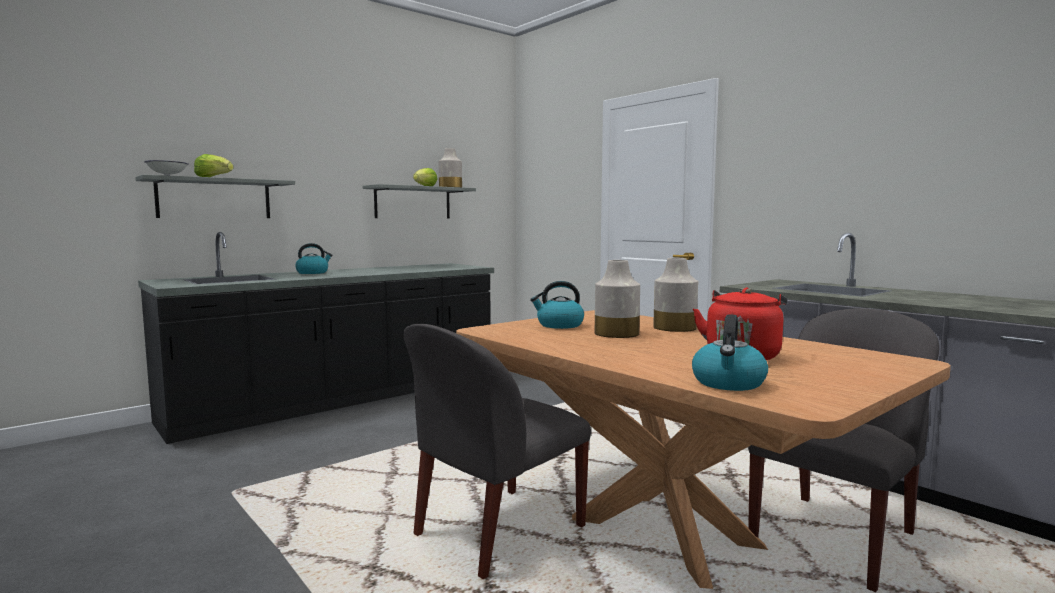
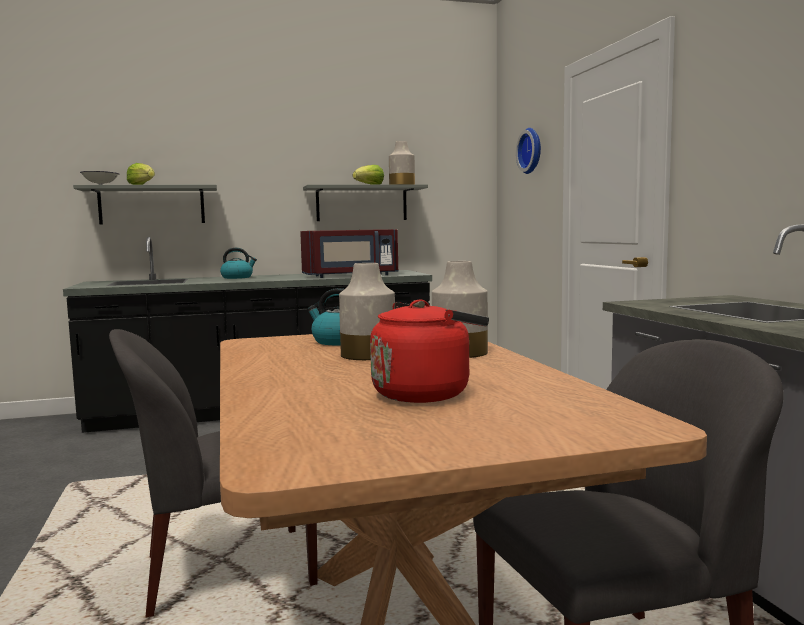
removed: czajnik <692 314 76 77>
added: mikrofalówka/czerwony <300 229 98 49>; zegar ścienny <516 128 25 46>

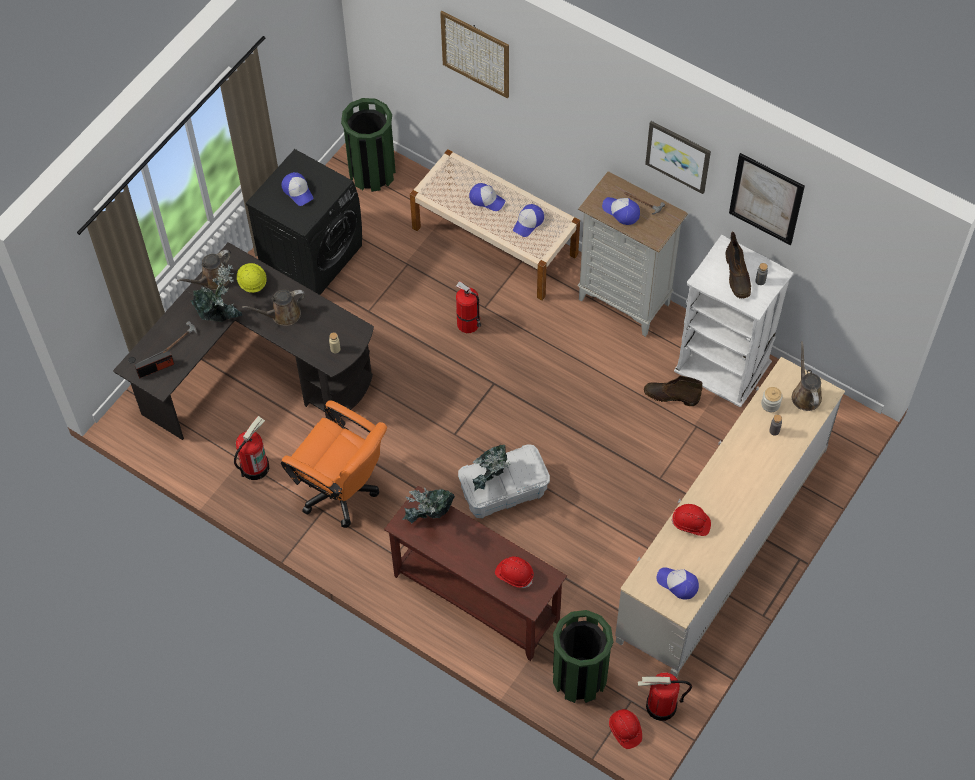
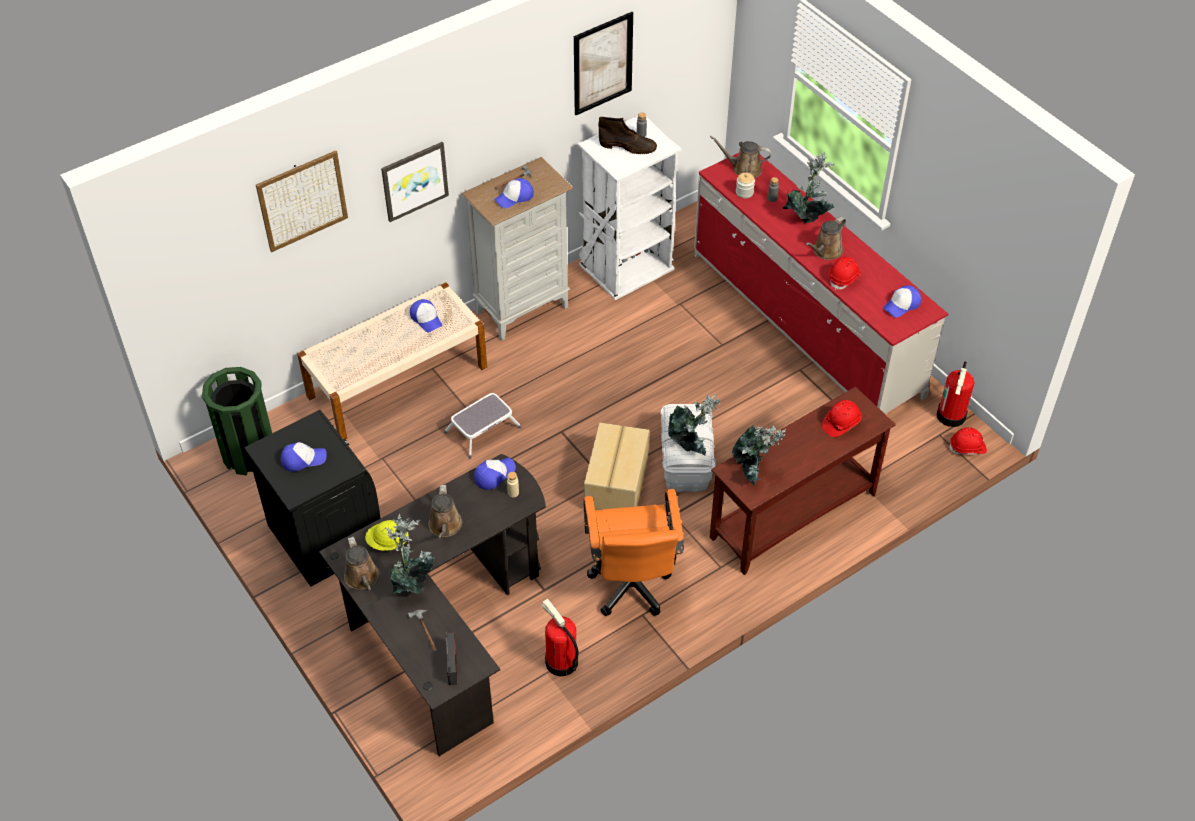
removed: kosz na śmieci/zielony <553 610 60 93>; but z cholewką/brązowy <644 376 58 30>
added: karton <584 422 65 88>; roślina doniczkowa <782 152 53 71>; konewka/brązowy <806 217 40 43>
moved: czapka z daszkiem <469 183 36 28> to <474 458 42 32>; obraz <645 121 66 73> to <381 142 68 80>
replaced: gaśnica <455 281 26 52> to drabinka/szary <444 393 78 67>
recoloured: szafka/beżowy <615 357 230 321> to szafka/czerwony <694 153 254 261>
turned: krzesło biurowe/pomarańczowy <281 400 106 128> = <584 489 100 127> 120 degrees clockwise

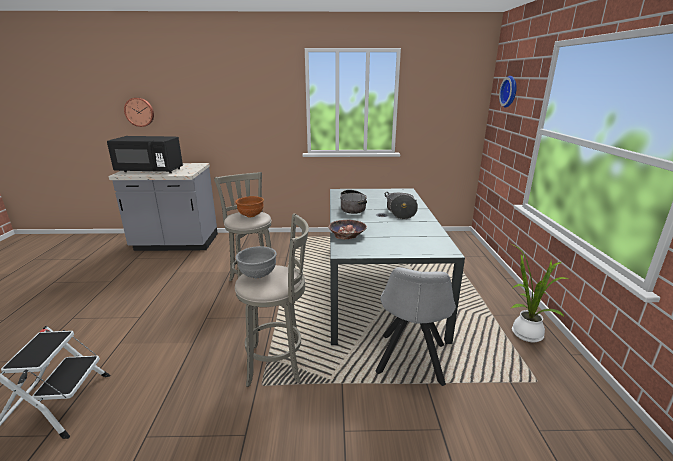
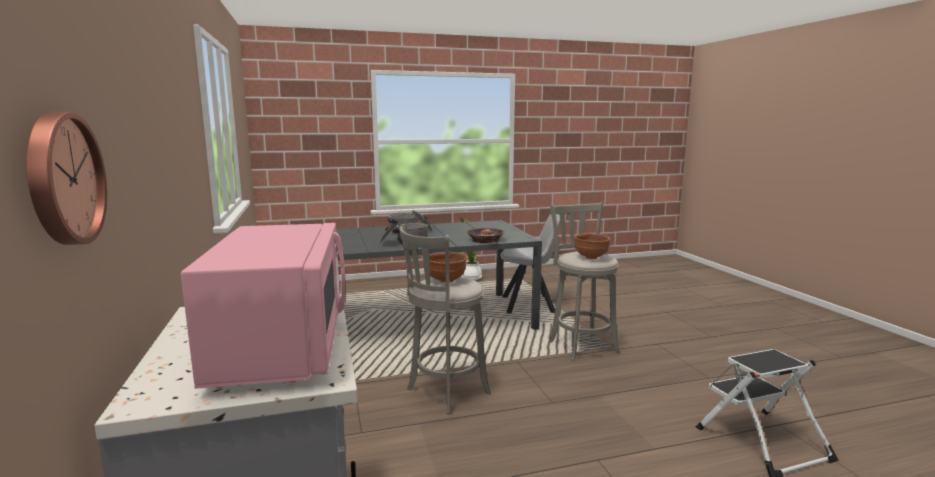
removed: zegar ścienny <499 76 18 32>
recoloured: mikrofalówka/czarny <107 136 76 37> to mikrofalówka/różowy <181 223 164 166>; miska/szary <236 246 41 33> to miska/brązowy <574 233 37 26>

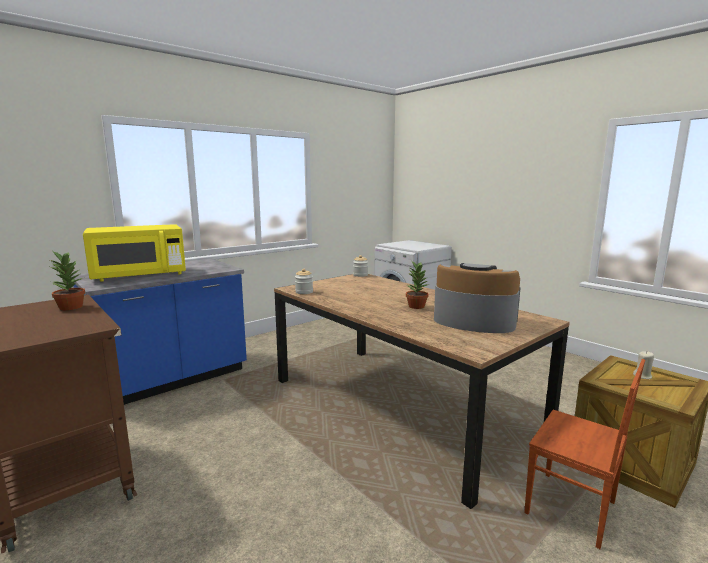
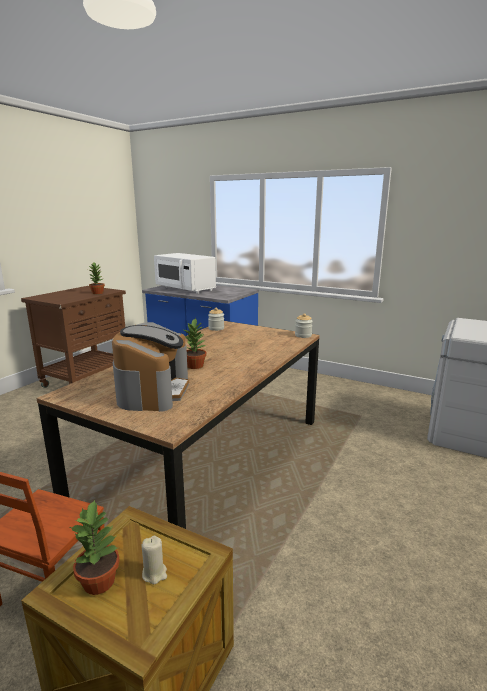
added: roślina doniczkowa <70 499 50 96>
recoloured: mikrofalówka/żółty <83 224 103 58> to mikrofalówka/biały <154 253 62 40>

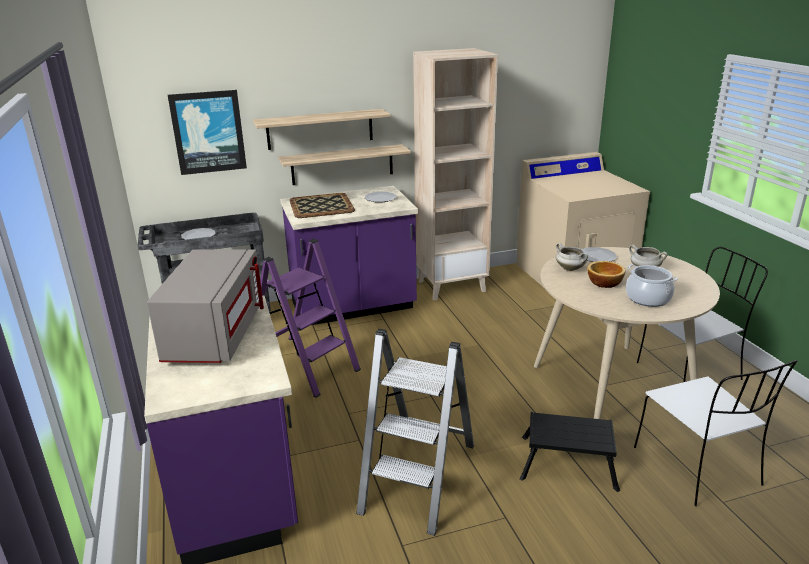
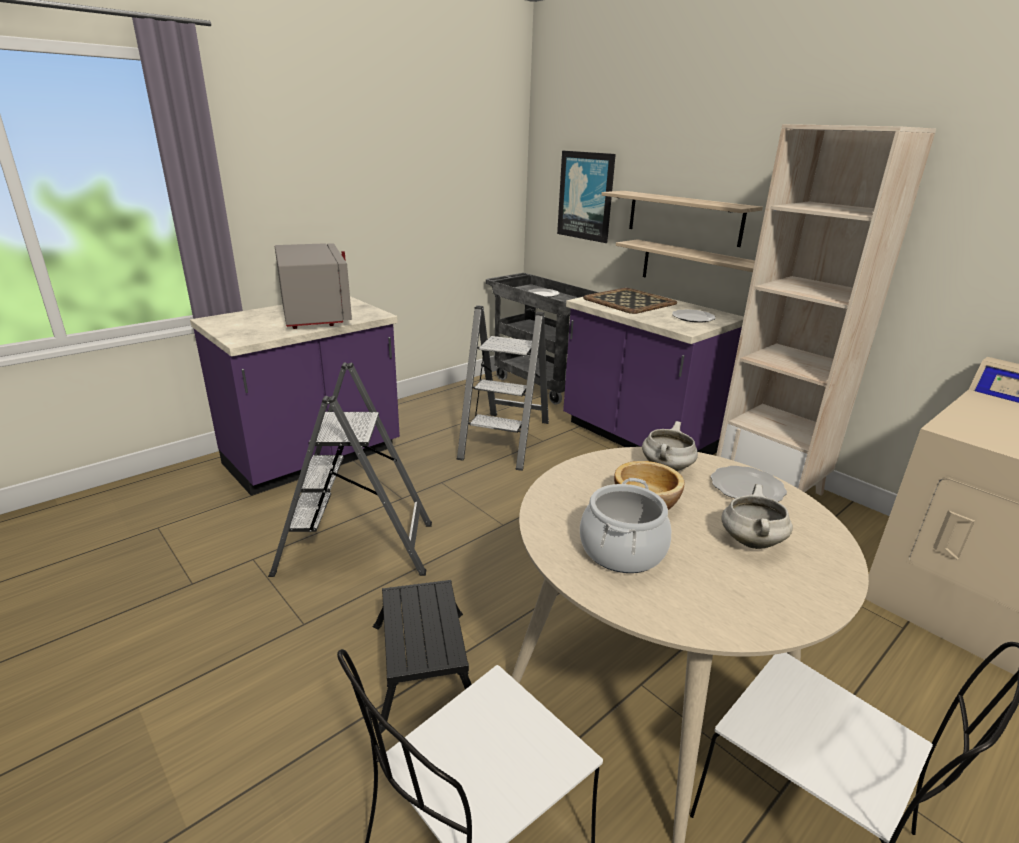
recoloured: drabinka/fioletowy <260 239 101 159> to drabinka/szary <457 305 92 166>
turned: mikrofalówka/szary <147 249 117 114> = <275 243 77 86> 90 degrees counterclockwise

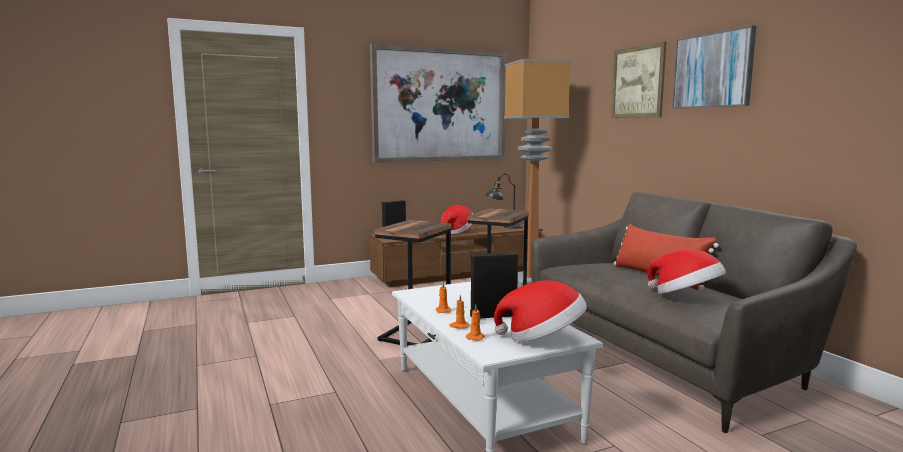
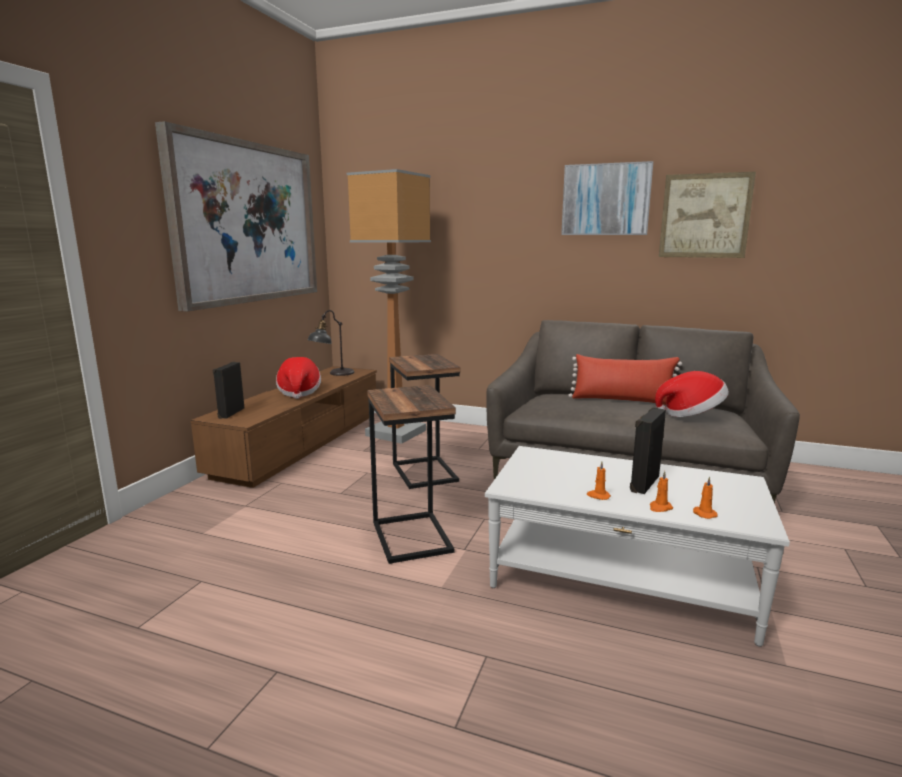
removed: kapelusz <494 280 93 62>
moved: obraz <611 41 55 77> to <659 172 97 86>

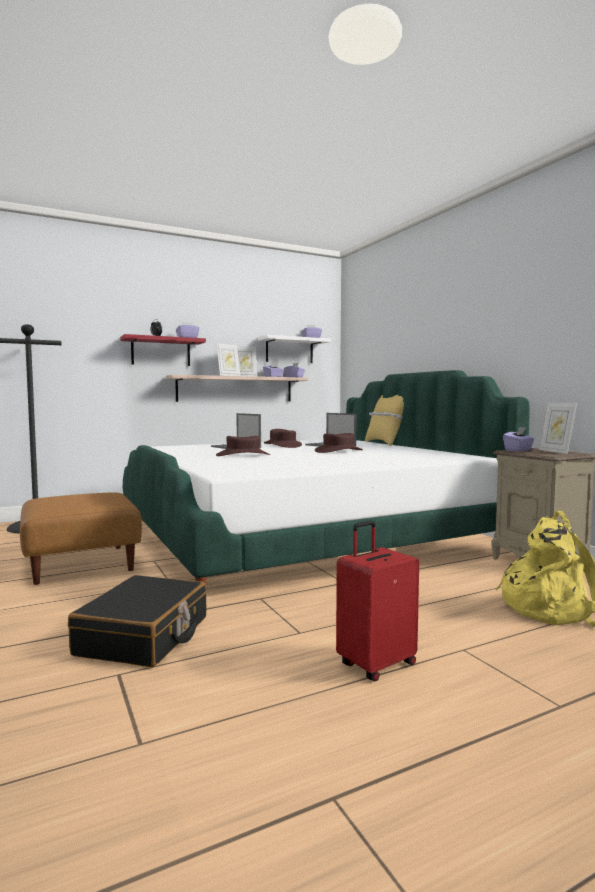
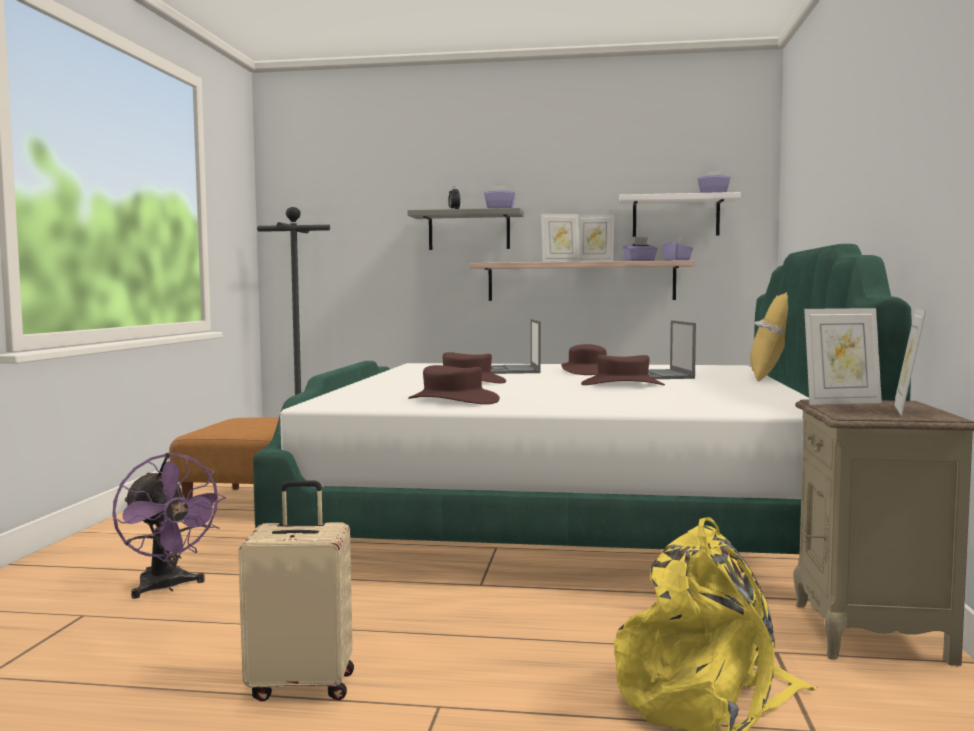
added: kapelusz/brązowy <408 365 92 39>
replaced: walizka/czarny <68 575 138 92> to wentylator/fioletowy <112 453 114 146>; pudełko chusteczek/fioletowy <503 427 32 25> to ramka na zdjęcie <804 308 78 97>
recoloured: półka/czerwony <120 334 86 32> to półka/szary <407 208 117 42>; walizka/czerwony <336 521 83 161> to walizka/beżowy <238 480 116 221>

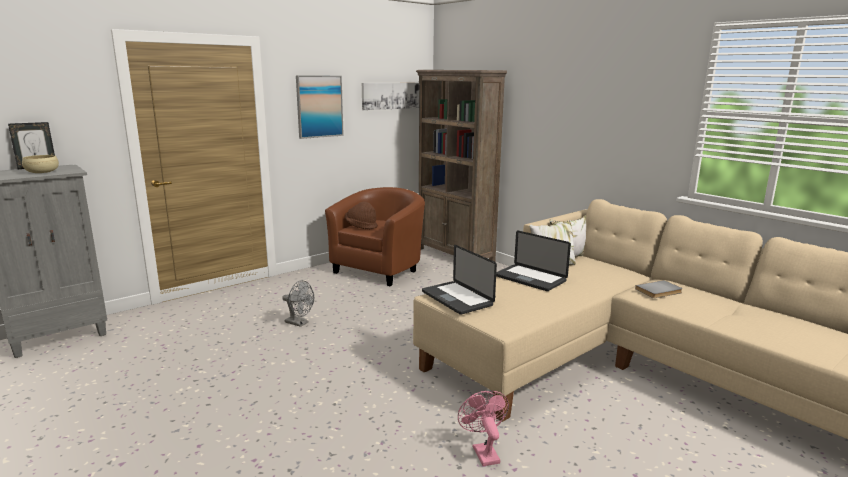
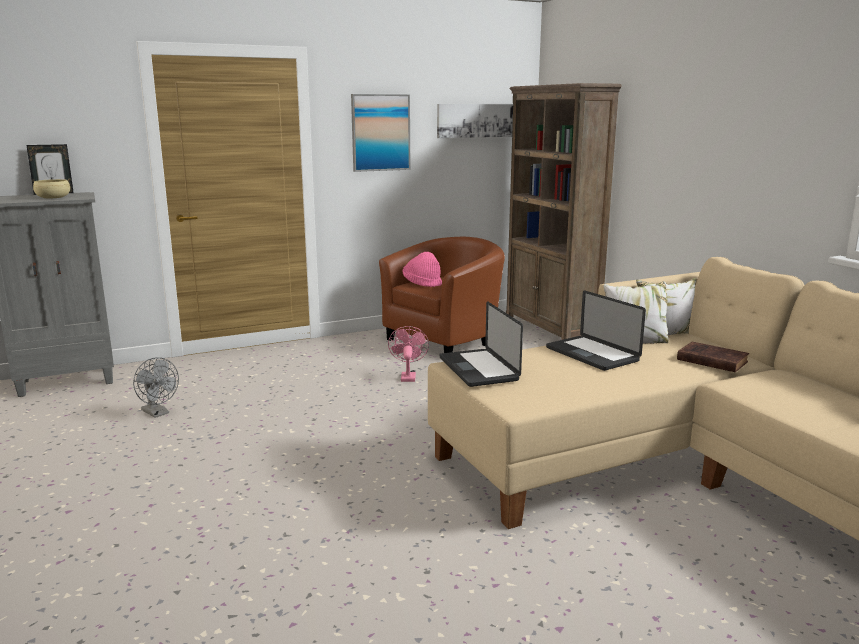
removed: książka/szary <635 280 48 18>
added: książka/brązowy <677 342 72 31>
moved: wentylator/szary <282 280 32 47> to <133 357 46 61>; wentylator/różowy <458 390 51 76> to <388 326 41 56>
recoloured: kapelusz/brązowy <345 201 33 28> to kapelusz/różowy <403 252 39 35>

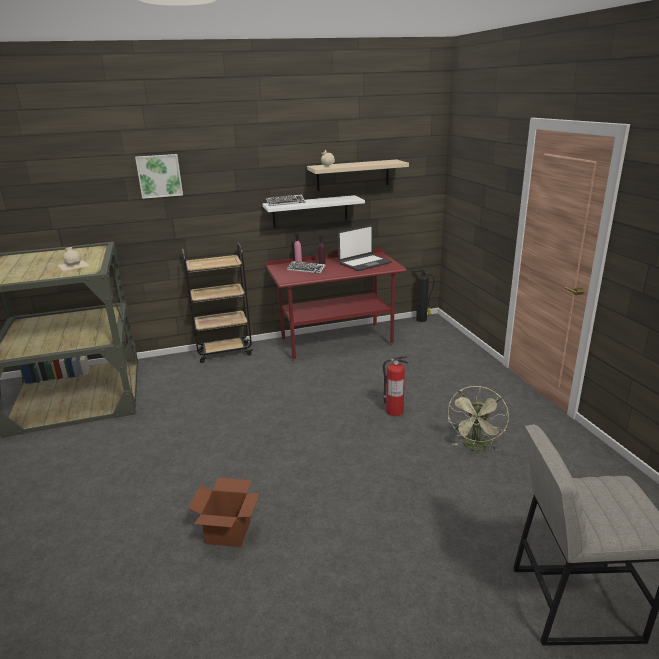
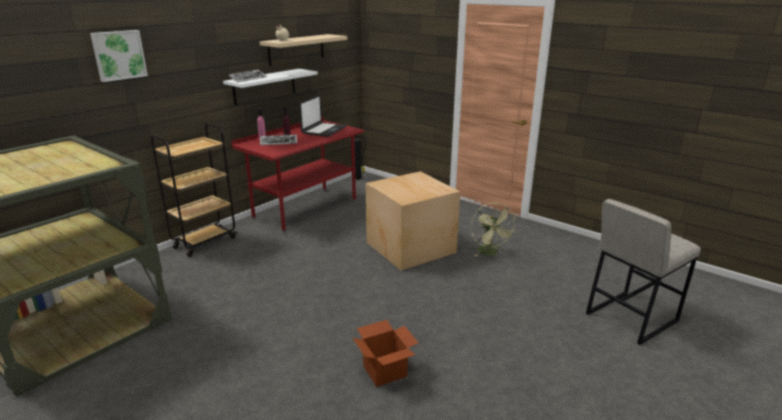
removed: butelka/beżowy <58 246 31 25>
replaced: gaśnica <383 356 25 60> to karton <366 171 94 99>

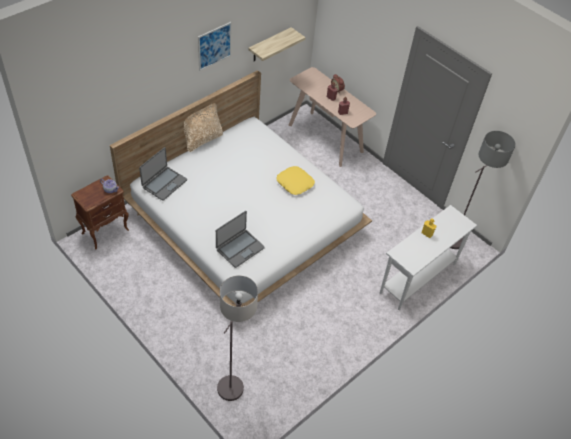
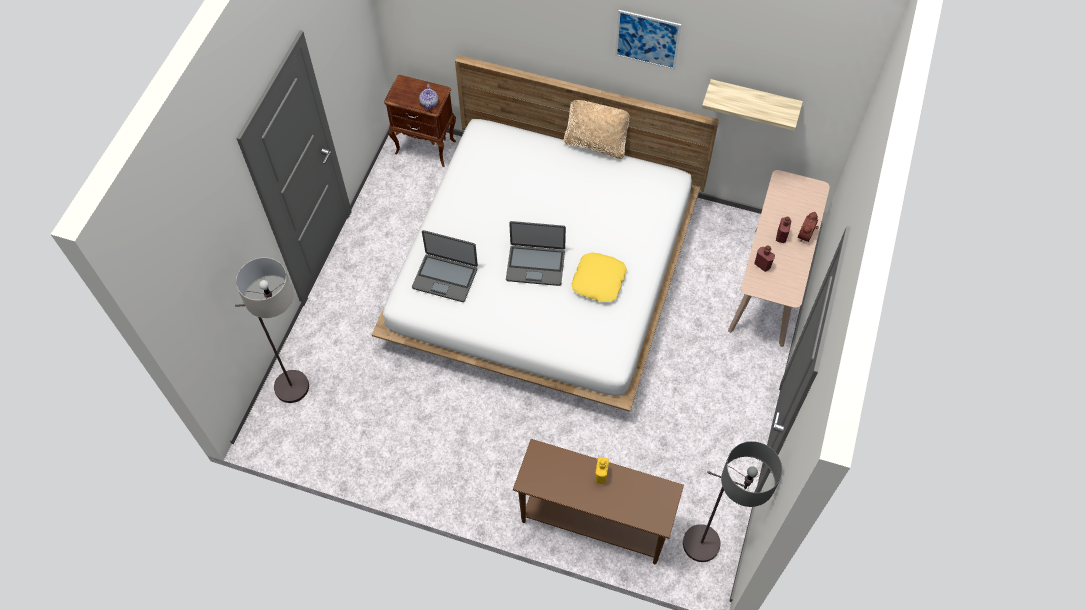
moved: laptop <139 147 48 54> to <506 221 60 65>
recoloured: stolik konsolowy/biały <380 205 97 105> to stolik konsolowy/brązowy <513 439 171 125>

